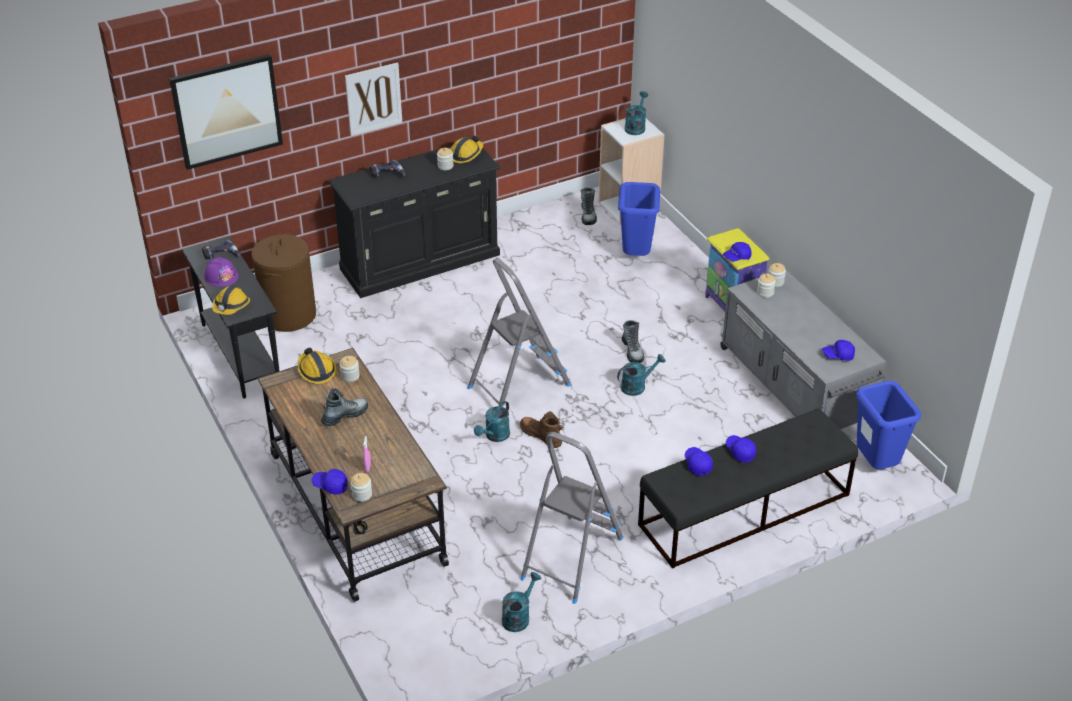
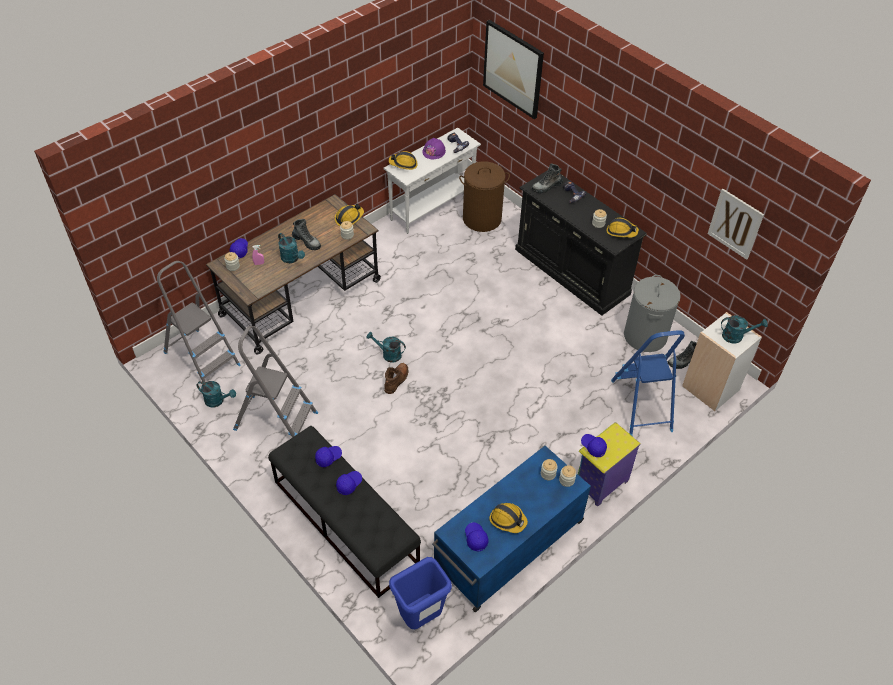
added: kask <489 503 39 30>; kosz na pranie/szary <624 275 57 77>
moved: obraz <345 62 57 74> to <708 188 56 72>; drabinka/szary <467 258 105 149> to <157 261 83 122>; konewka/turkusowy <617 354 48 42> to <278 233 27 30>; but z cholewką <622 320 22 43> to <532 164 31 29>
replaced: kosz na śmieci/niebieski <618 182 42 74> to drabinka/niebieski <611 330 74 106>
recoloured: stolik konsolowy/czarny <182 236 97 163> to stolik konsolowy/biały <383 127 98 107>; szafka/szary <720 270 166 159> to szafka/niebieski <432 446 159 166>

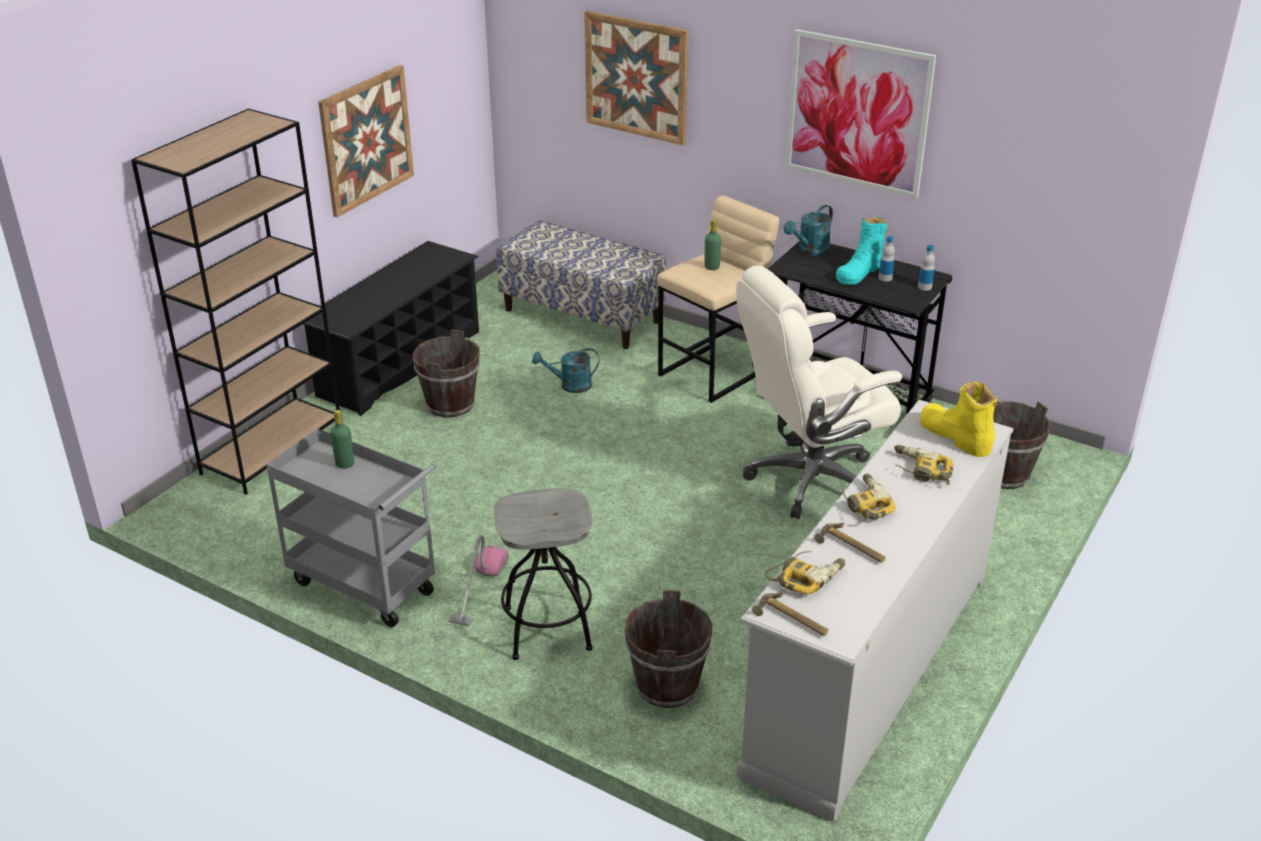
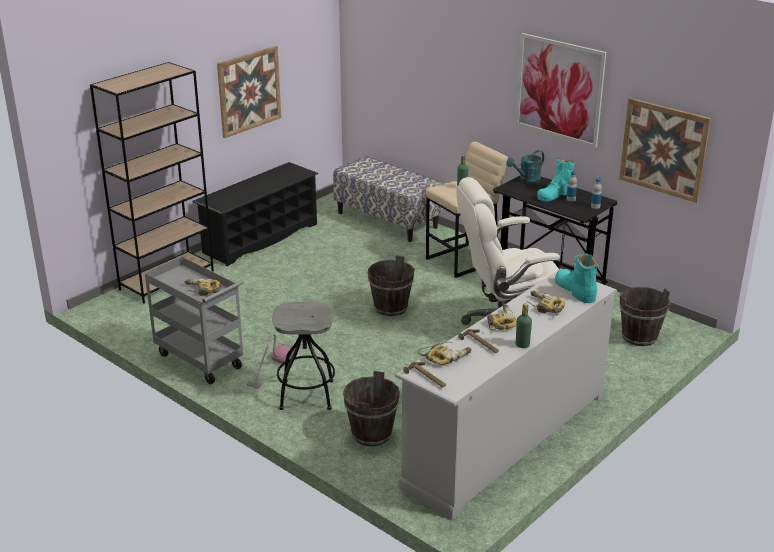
removed: konewka/turkusowy <532 348 67 45>
added: wiertarka <185 279 36 17>
moved: butelka/zielony <330 410 24 58> to <516 304 16 44>; wiadro/brązowy <413 329 67 88> to <368 255 46 61>; obraz <584 11 104 134> to <619 98 92 105>
recoloured: but z cholewką/żółty <920 382 78 75> to but z cholewką/turkusowy <555 253 43 50>

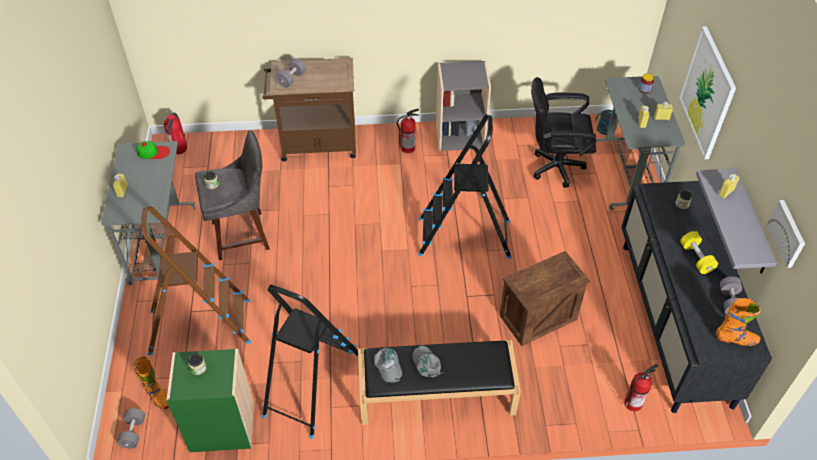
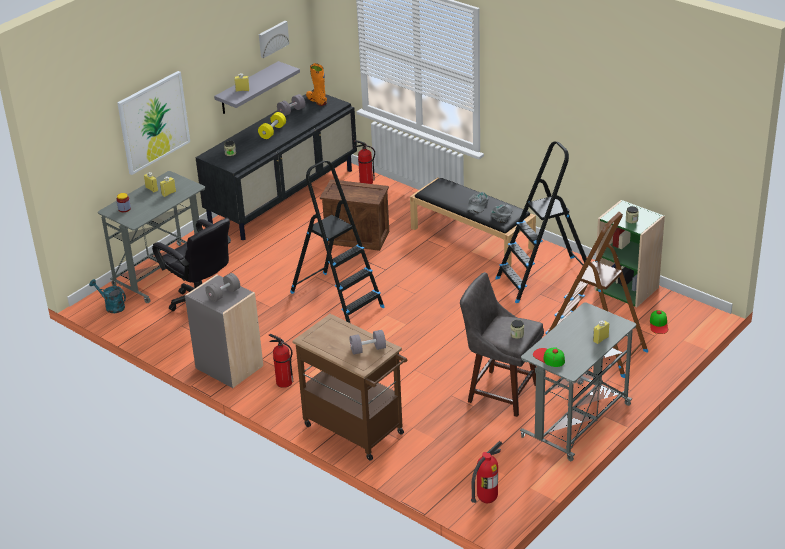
moved: hantel/szary <117 408 28 40> to <205 273 35 29>
replaced: but z cholewką/pomarańczowy <134 357 35 52> to czapka z daszkiem <650 310 18 24>

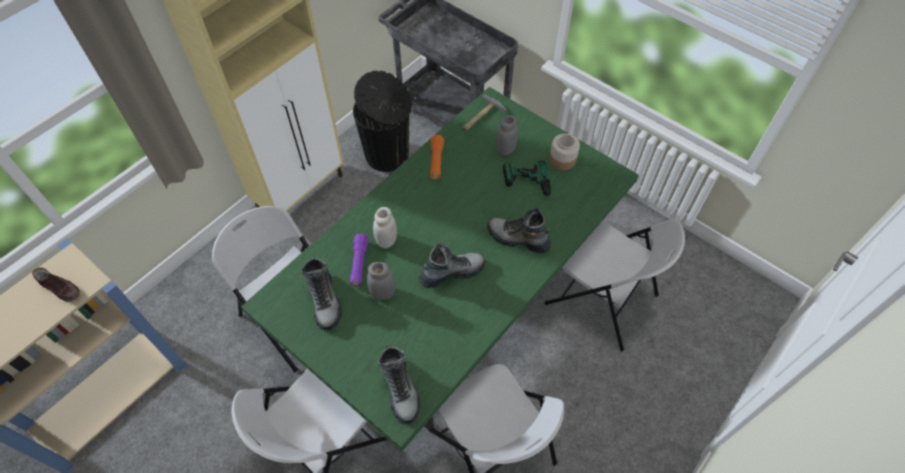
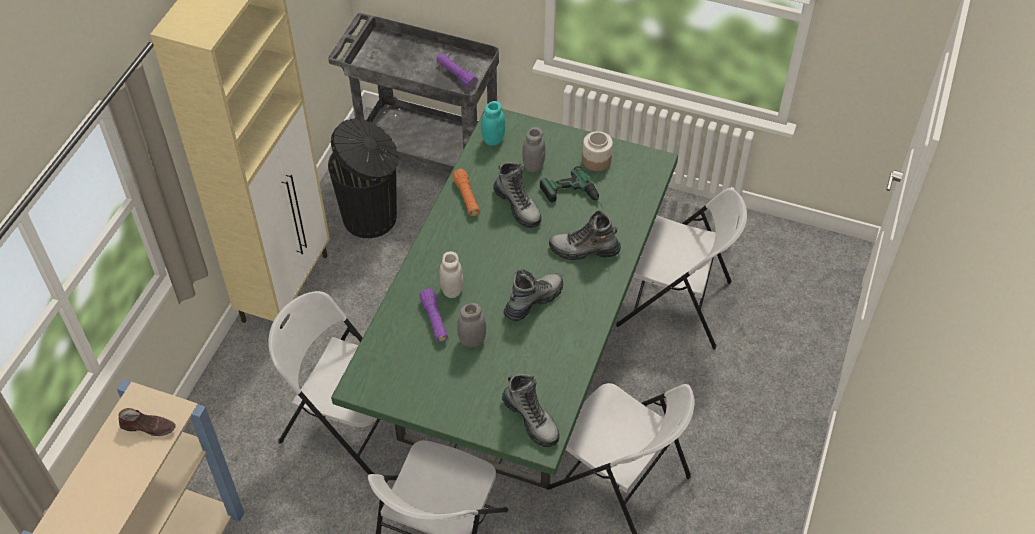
added: latarka/fioletowy <437 54 41 34>
moved: but z cholewką <301 257 41 73> to <493 162 49 66>
replaced: młotek <462 94 45 37> to słoik/turkusowy <481 101 24 44>

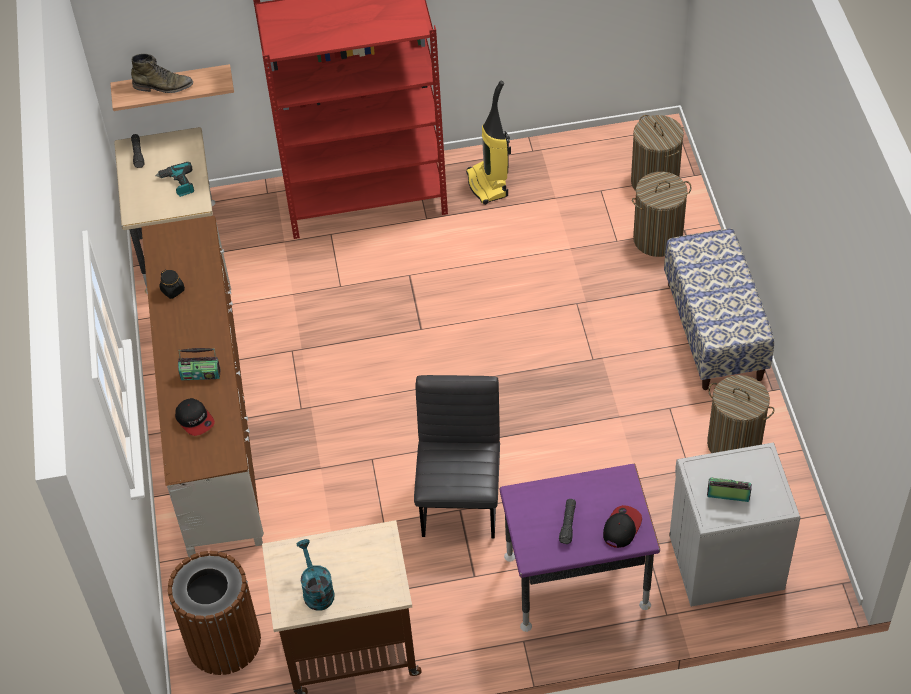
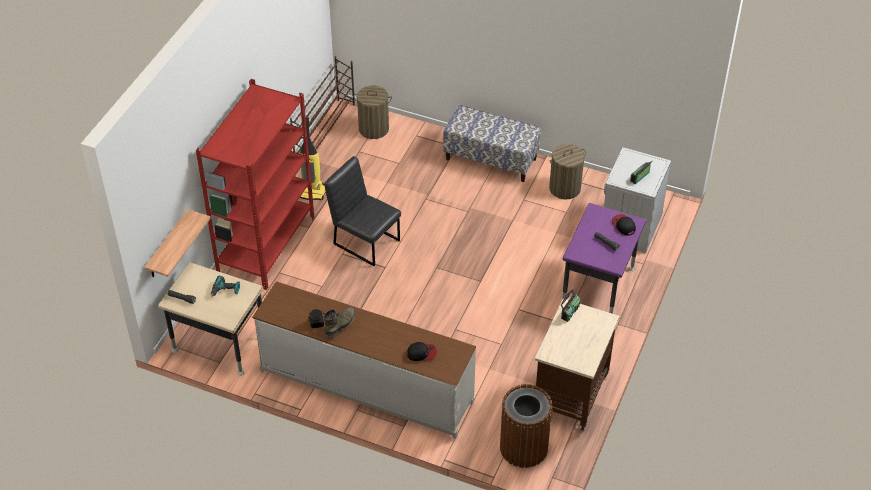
removed: konewka/turkusowy <296 539 39 72>; kosz na pranie <632 172 59 85>
added: regał na buty/brązowy <290 56 65 97>
moved: but z cholewką/zielony <131 54 62 39> to <324 307 32 32>; radio <178 348 43 32> to <561 289 19 33>; krzesło/szary <414 375 86 164> to <324 156 77 110>

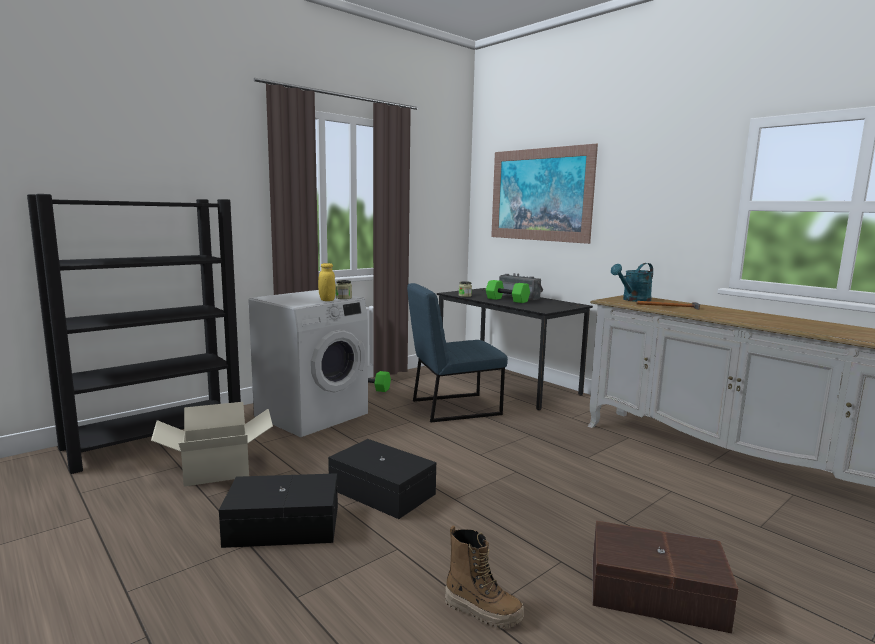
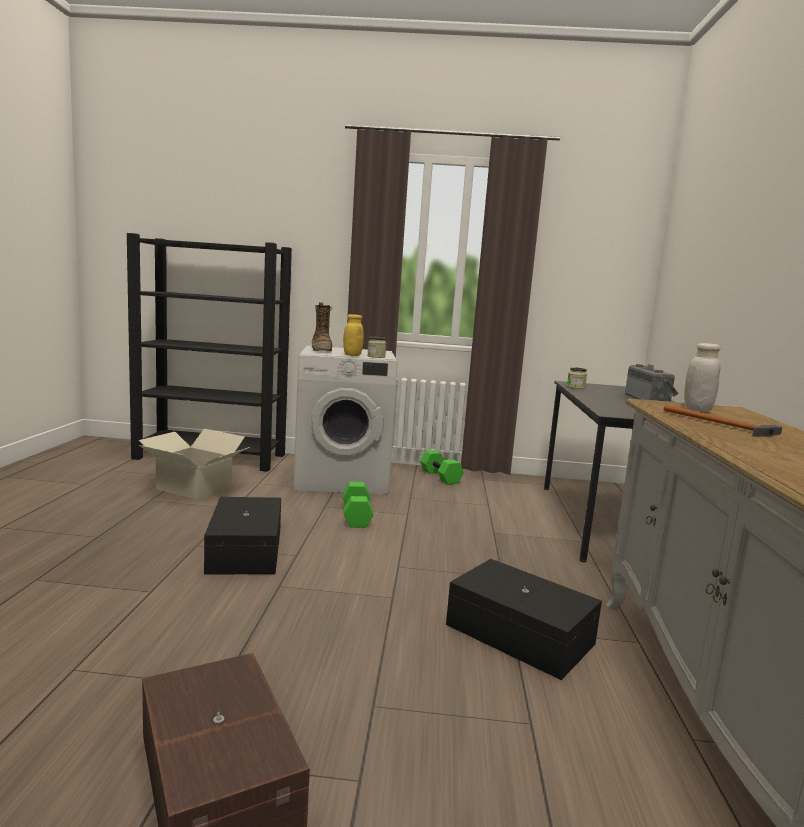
removed: krzesło/niebieski <407 283 101 139>; obraz <491 144 107 100>
moved: pojemnik do przechowywania/czarny <219 473 119 75> to <446 559 156 121>; but z cholewką <445 525 79 104> to <312 302 20 49>; hantel/zielony <486 280 44 23> to <342 482 32 46>
replaced: konewka/turkusowy <611 263 42 39> to słoik/biały <684 343 37 69>

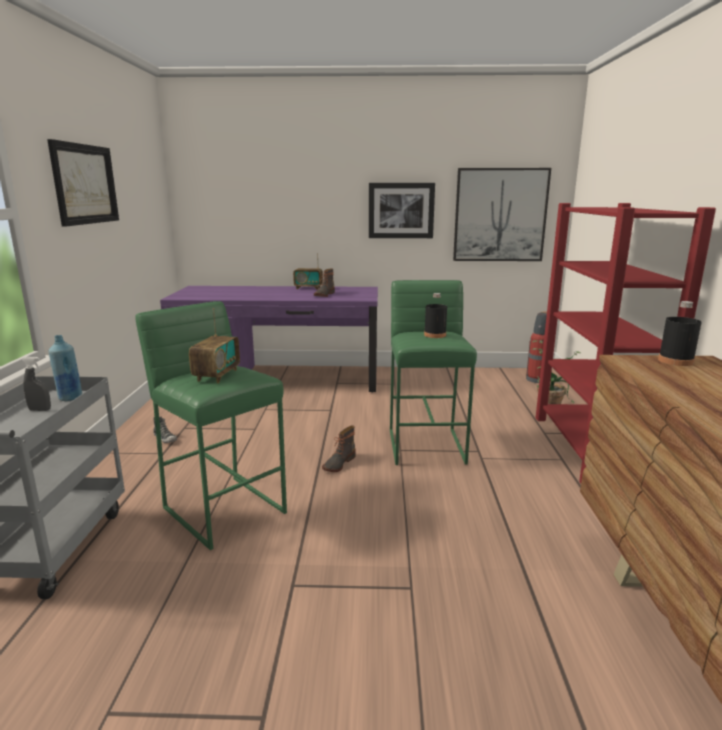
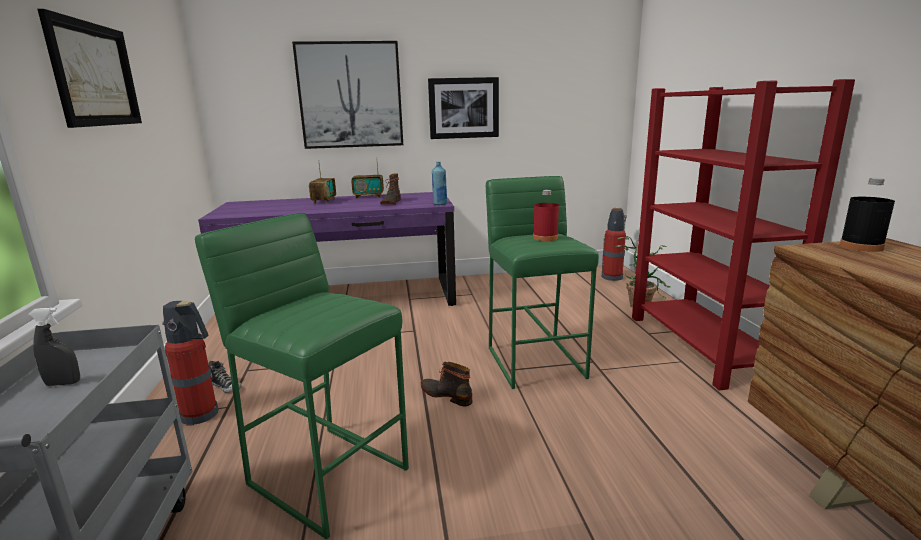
added: gaśnica <162 300 57 126>
moved: butelka/niebieski <48 335 34 66> to <432 162 15 43>; radio <189 308 51 75> to <309 161 27 43>; obraz <453 168 98 93> to <292 41 111 108>
recoloured: butelka/czarny <424 293 23 45> to butelka/czerwony <533 190 26 51>
turned: but z cholewką <322 426 34 46> = <421 362 51 44> 105 degrees clockwise

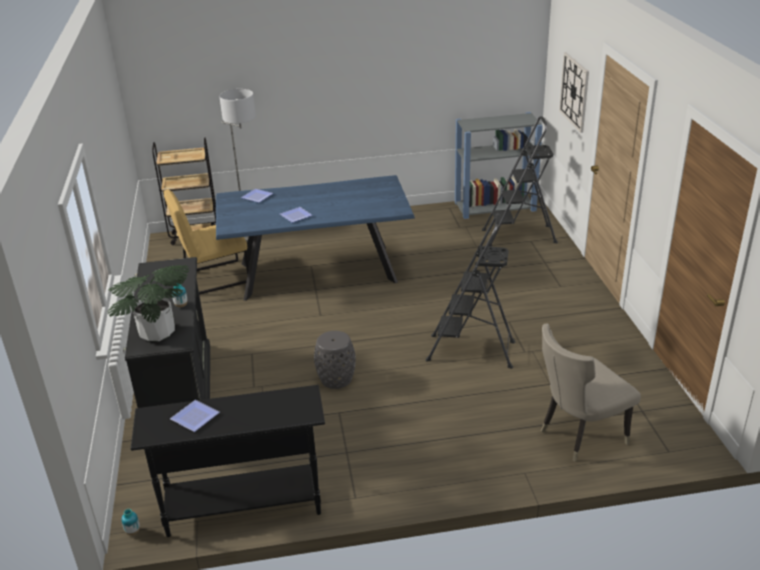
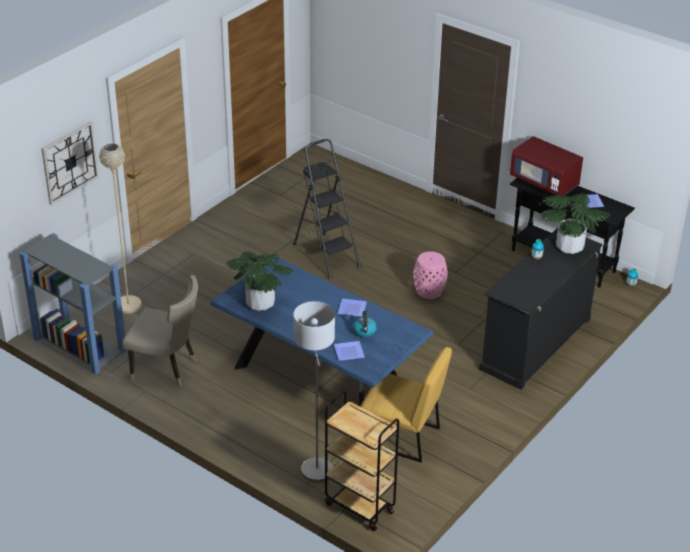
added: roślina doniczkowa <226 251 67 60>; czajnik <353 311 24 26>; mikrofalówka/czerwony <510 136 73 59>
moved: krzesło/beżowy <541 324 100 138> to <122 275 76 111>
replaced: drabinka <482 116 76 131> to lampa stojąca/beżowy <99 143 43 171>
recoloured: stołek/szary <314 331 42 58> to stołek/różowy <413 251 35 48>

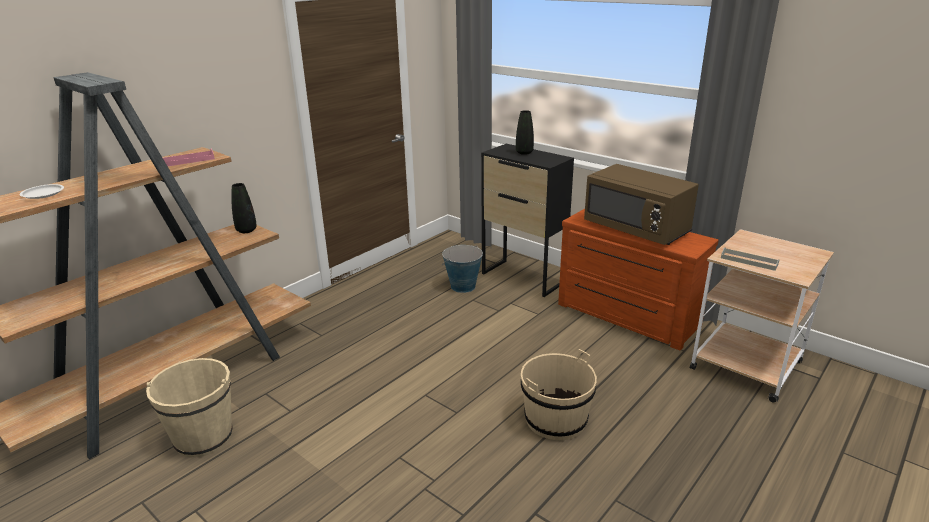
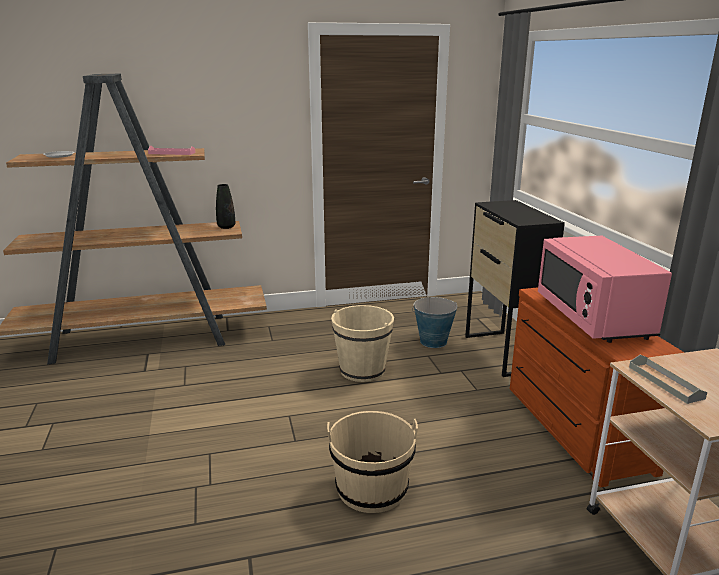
removed: wazon/czarny <516 110 18 45>
moved: wiadro/beżowy <146 358 87 100> to <331 305 63 77>
recoloured: mikrofalówka/brązowy <584 164 115 81> to mikrofalówka/różowy <538 236 134 107>

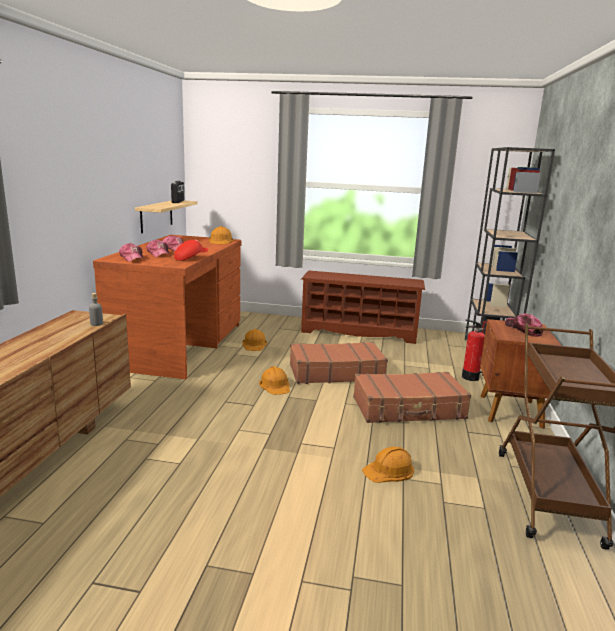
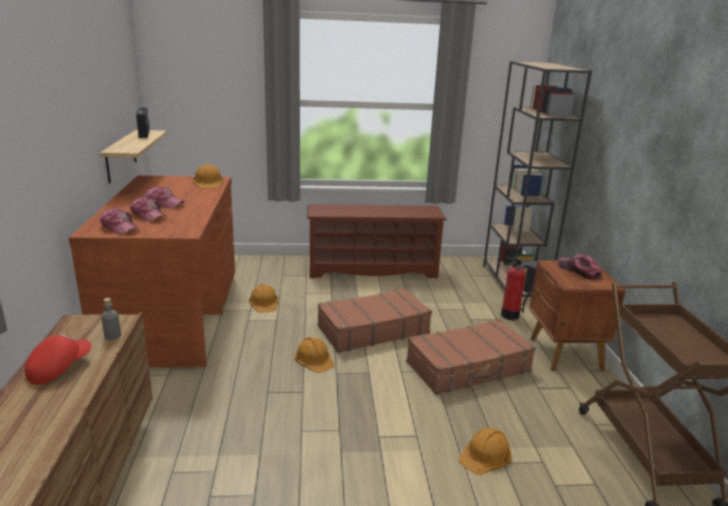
moved: czapka z daszkiem/czerwony <174 240 34 21> to <25 334 66 51>

